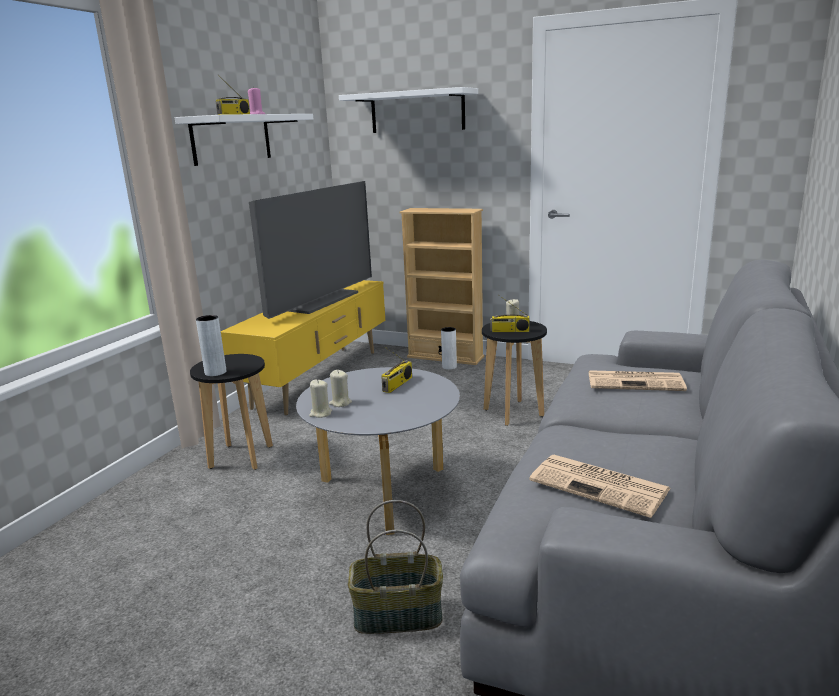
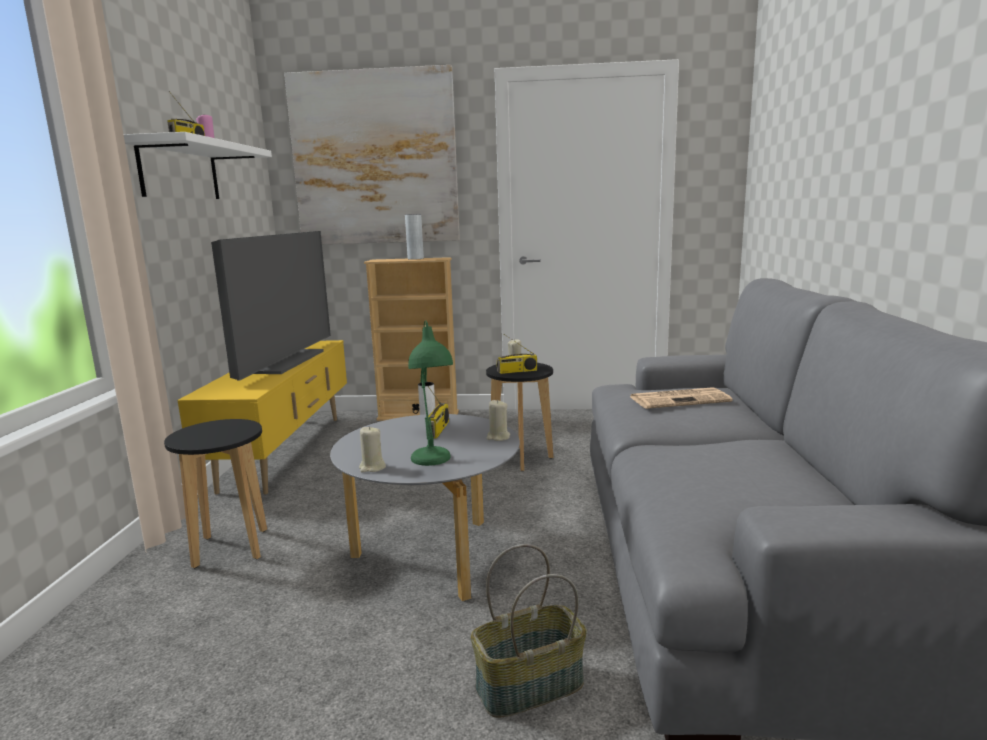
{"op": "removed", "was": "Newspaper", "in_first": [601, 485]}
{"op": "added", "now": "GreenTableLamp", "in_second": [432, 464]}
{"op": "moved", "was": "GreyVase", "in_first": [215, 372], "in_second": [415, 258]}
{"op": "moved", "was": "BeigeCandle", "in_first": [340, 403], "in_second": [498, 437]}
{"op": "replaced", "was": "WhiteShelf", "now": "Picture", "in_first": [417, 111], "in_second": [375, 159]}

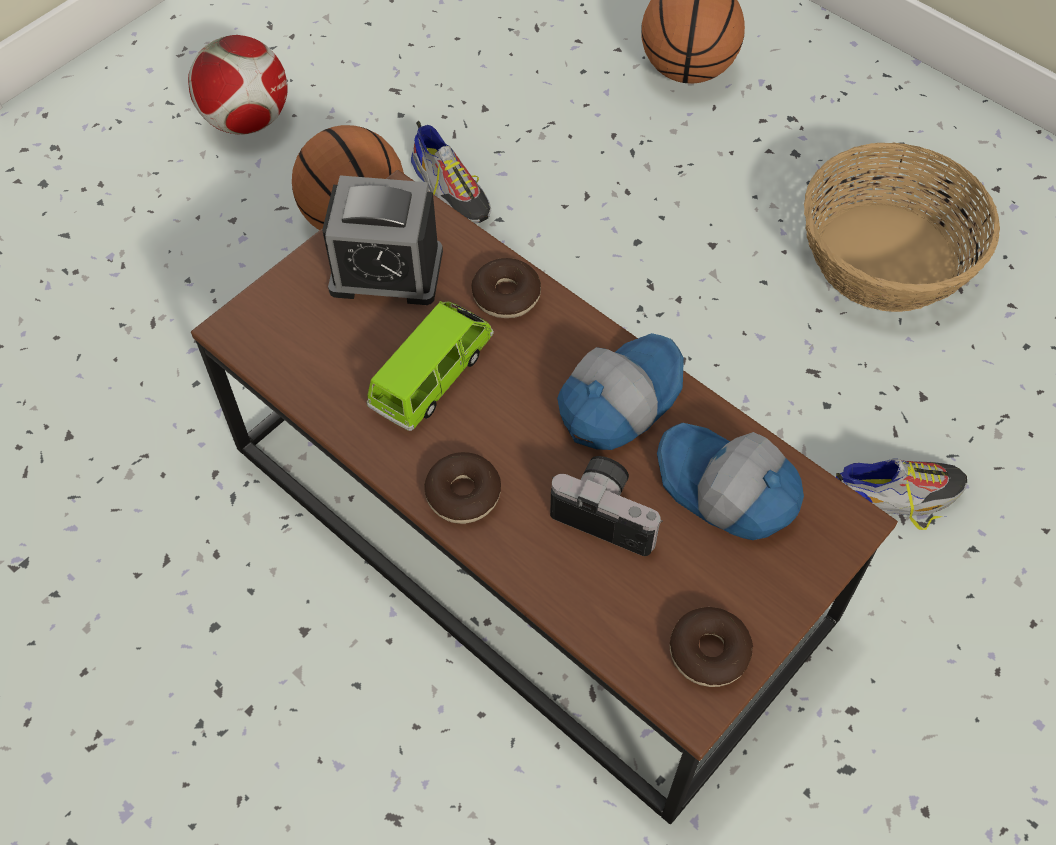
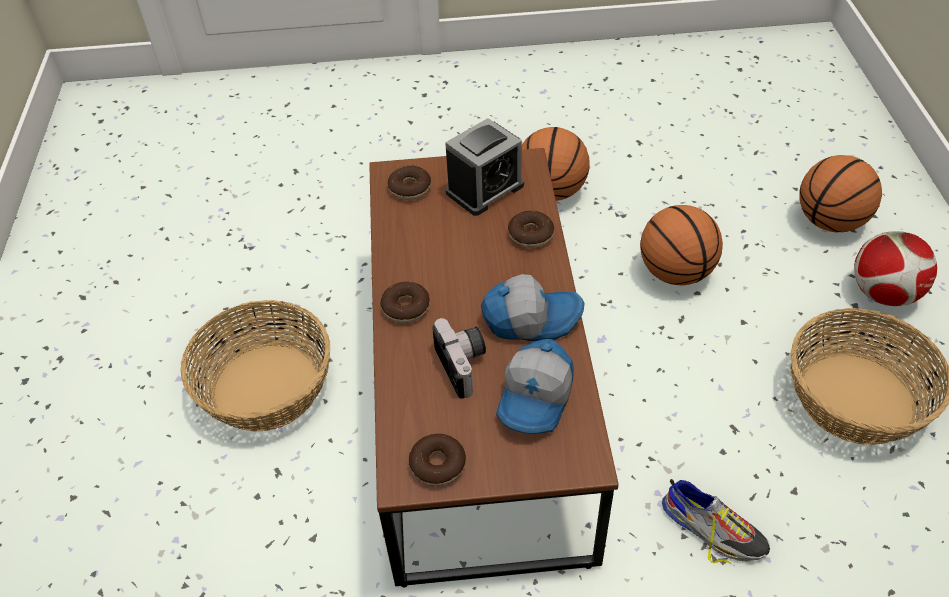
{"op": "removed", "was": "GreenToyCar", "in_first": [432, 377]}
{"op": "removed", "was": "Shoe", "in_first": [450, 189]}
{"op": "added", "now": "Basket", "in_second": [265, 387]}
{"op": "added", "now": "Donut", "in_second": [410, 188]}
{"op": "added", "now": "Basketball", "in_second": [676, 272]}
{"op": "moved", "was": "Football", "in_first": [247, 120], "in_second": [883, 294]}
{"op": "turned", "was": "AlarmClock", "in_first": [386, 271], "in_second": [485, 189], "clockwise": -90}
{"op": "turned", "was": "Cap", "in_first": [725, 491], "in_second": [537, 398], "clockwise": -150}

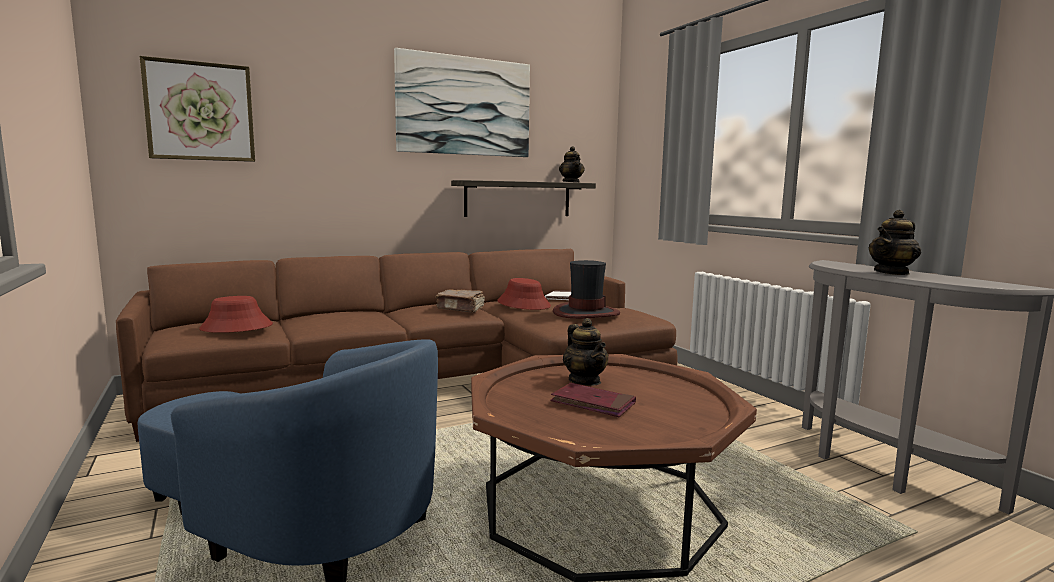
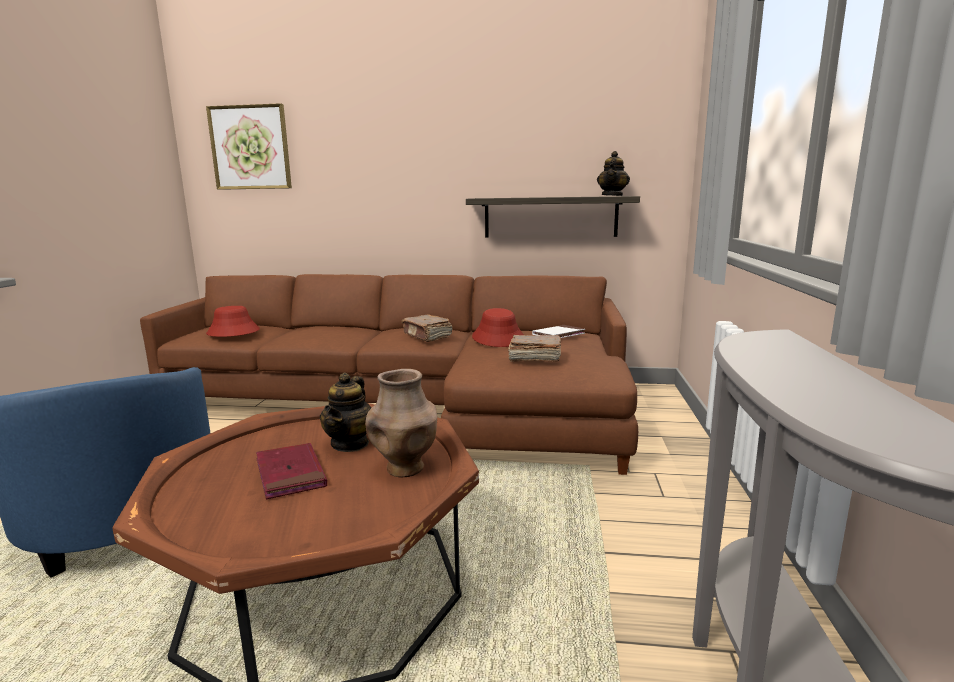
{"op": "removed", "was": "Picture", "in_first": [464, 106]}
{"op": "removed", "was": "Teapot", "in_first": [892, 272]}
{"op": "added", "now": "BrownVase", "in_second": [405, 468]}
{"op": "replaced", "was": "Hat", "now": "BrownBook", "in_first": [585, 313], "in_second": [534, 358]}

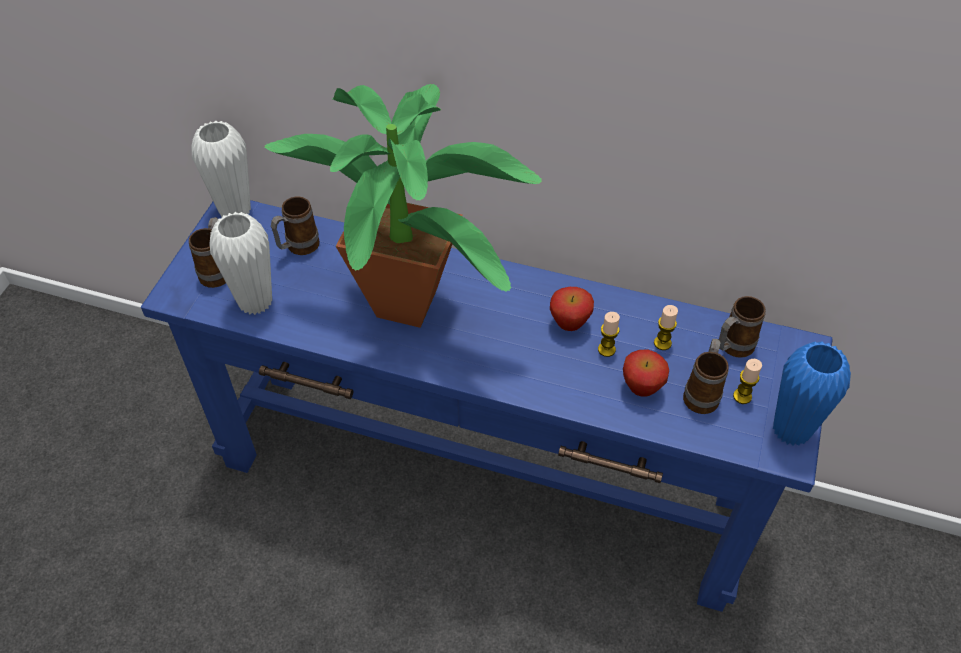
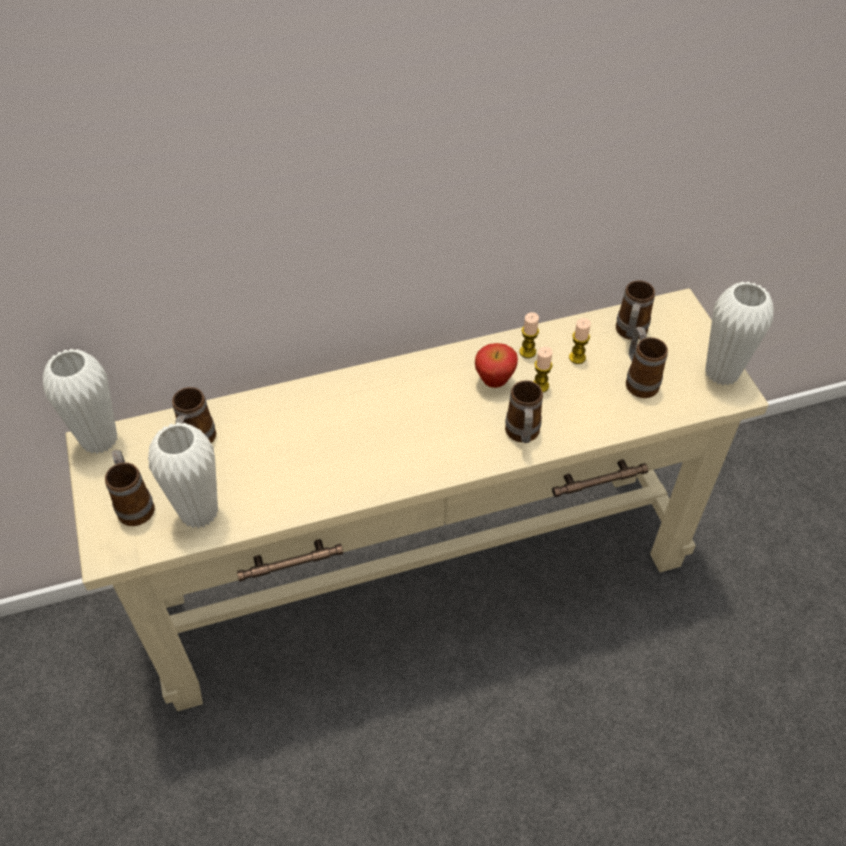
{"op": "removed", "was": "PottedPlant", "in_first": [416, 312]}
{"op": "removed", "was": "Apple", "in_first": [641, 389]}
{"op": "added", "now": "Mug", "in_second": [522, 435]}
{"op": "moved", "was": "Candle", "in_first": [742, 396], "in_second": [527, 352]}
{"op": "recoloured", "was": "BlueConsoleTable", "now": "BeigeConsoleTable", "in_first": [482, 480], "in_second": [421, 578]}
{"op": "recoloured", "was": "BlueVase", "now": "WhiteVase", "in_first": [791, 430], "in_second": [721, 373]}

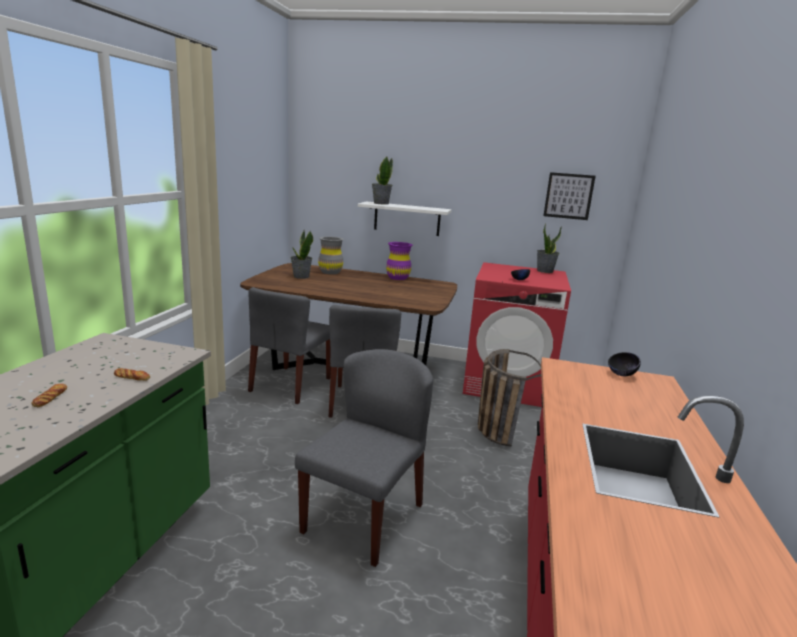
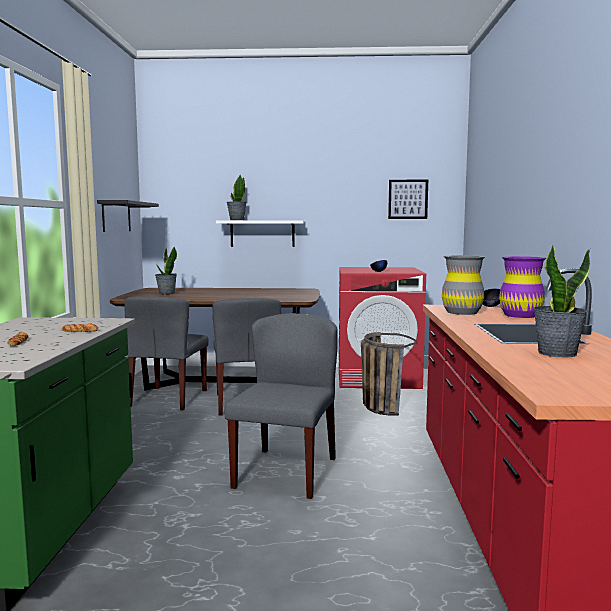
{"op": "added", "now": "BlackShelf", "in_second": [116, 216]}
{"op": "moved", "was": "GreyVase", "in_first": [330, 272], "in_second": [462, 312]}
{"op": "moved", "was": "PurpleVase", "in_first": [398, 277], "in_second": [520, 315]}
{"op": "moved", "was": "PottedPlant", "in_first": [544, 271], "in_second": [556, 353]}

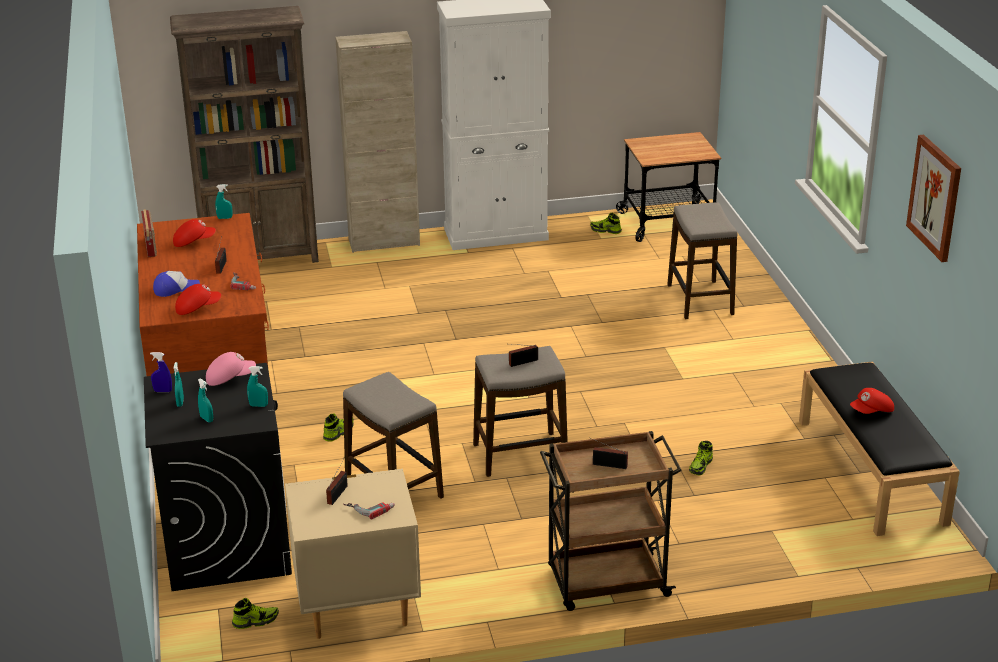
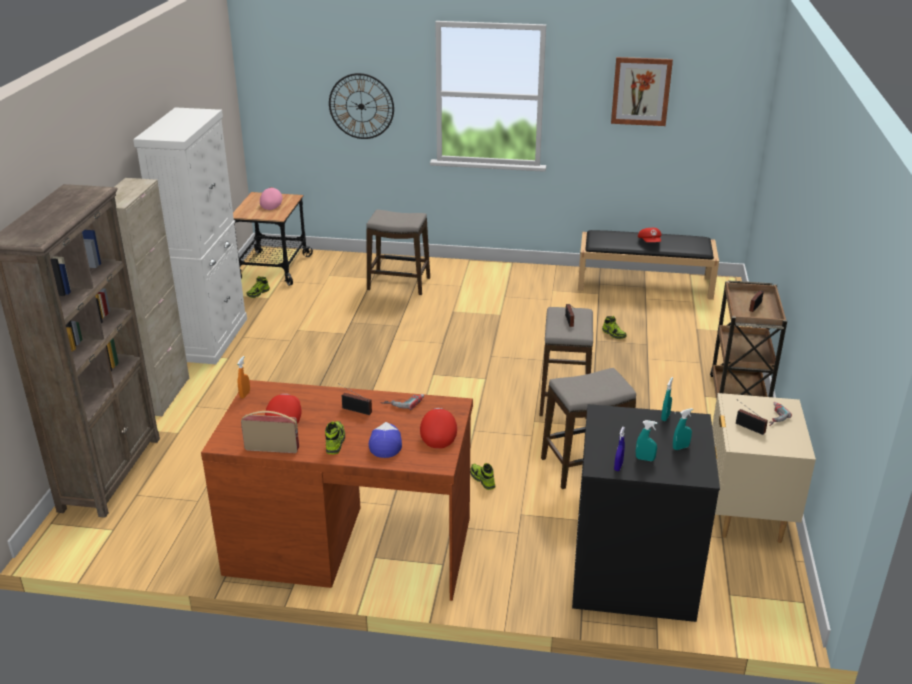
{"op": "added", "now": "WallClock", "in_second": [361, 106]}
{"op": "moved", "was": "PinkCap", "in_first": [230, 378], "in_second": [271, 204]}
{"op": "moved", "was": "Shoe", "in_first": [255, 621], "in_second": [335, 442]}
{"op": "recoloured", "was": "TurquoiseSprayBottle", "now": "OrangeSprayBottle", "in_first": [225, 218], "in_second": [245, 394]}

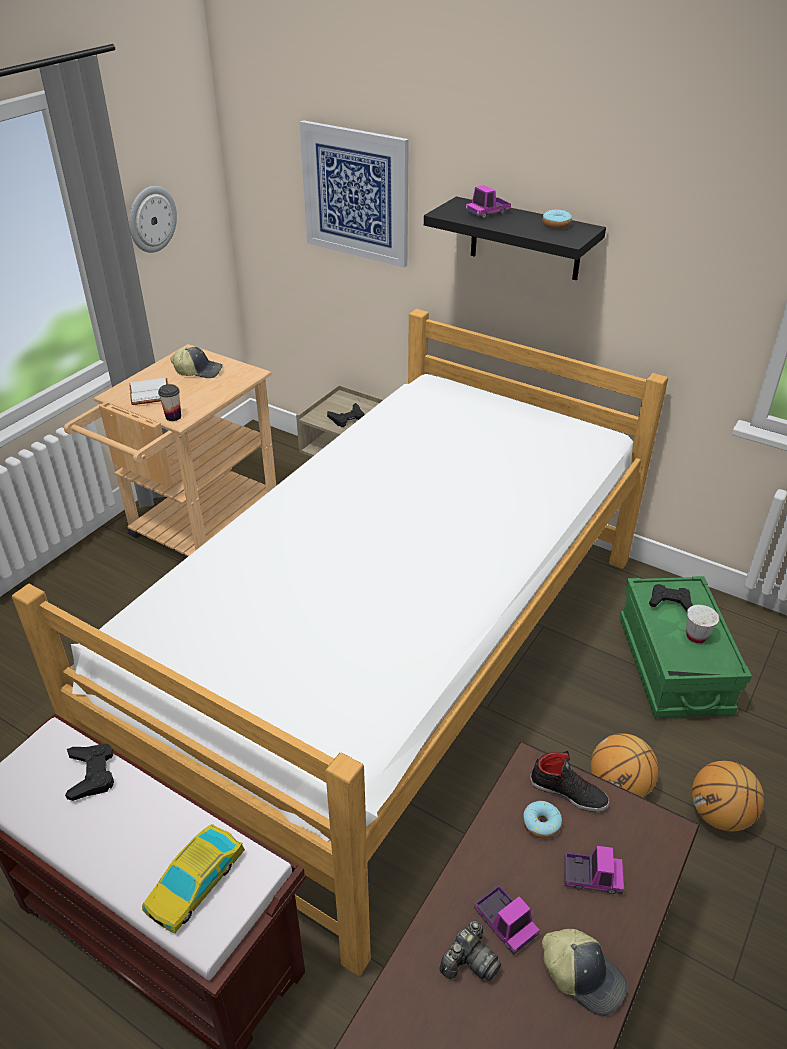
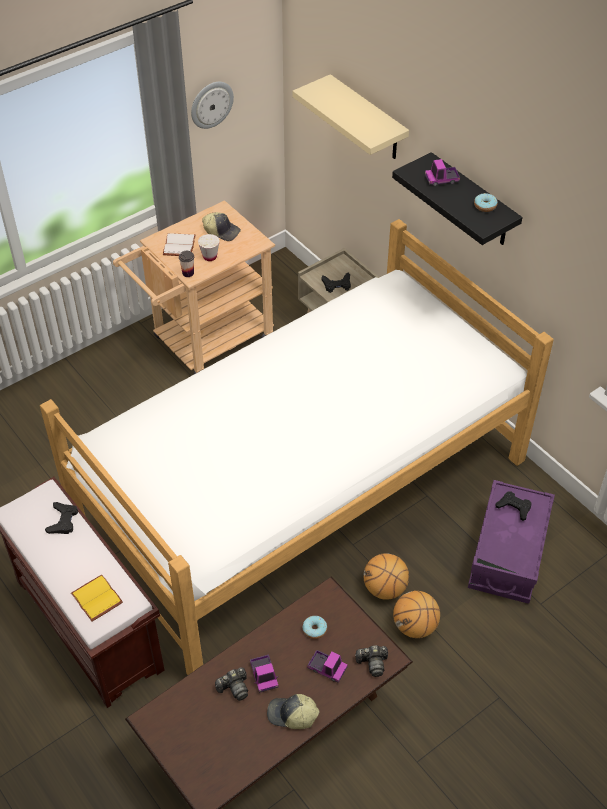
{"op": "removed", "was": "BlackShoe", "in_first": [568, 791]}
{"op": "added", "now": "PhotoCamera", "in_second": [372, 663]}
{"op": "moved", "was": "WhiteCup", "in_first": [696, 636], "in_second": [210, 257]}
{"op": "moved", "was": "Basketball", "in_first": [719, 815], "in_second": [385, 588]}
{"op": "replaced", "was": "ToyCar", "now": "YellowBook", "in_first": [195, 882], "in_second": [98, 598]}
{"op": "replaced", "was": "Picture", "now": "BeigeShelf", "in_first": [356, 194], "in_second": [367, 119]}
{"op": "recoloured", "was": "GreenStorageBox", "now": "PurpleStorageBox", "in_first": [673, 666], "in_second": [507, 554]}
{"op": "turned", "was": "Cap", "in_first": [583, 975], "in_second": [292, 715], "clockwise": 135}

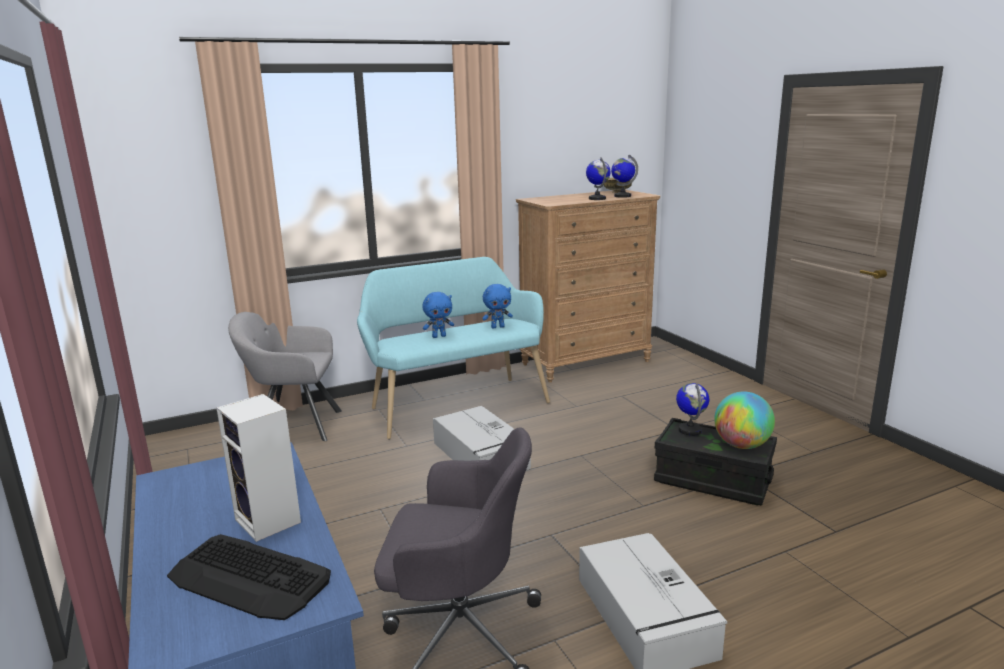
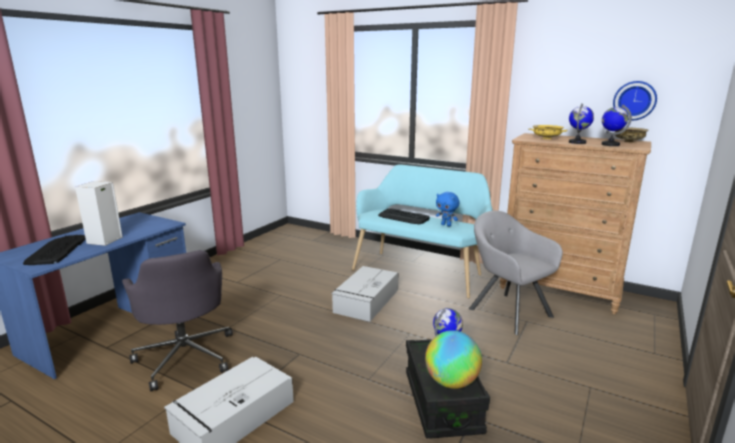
{"op": "added", "now": "YellowBowl", "in_second": [546, 138]}
{"op": "added", "now": "WallClock", "in_second": [634, 100]}
{"op": "moved", "was": "GreyArmchair", "in_first": [293, 426], "in_second": [507, 311]}
{"op": "replaced", "was": "BluePlushToy", "now": "Keyboard", "in_first": [439, 336], "in_second": [403, 217]}

